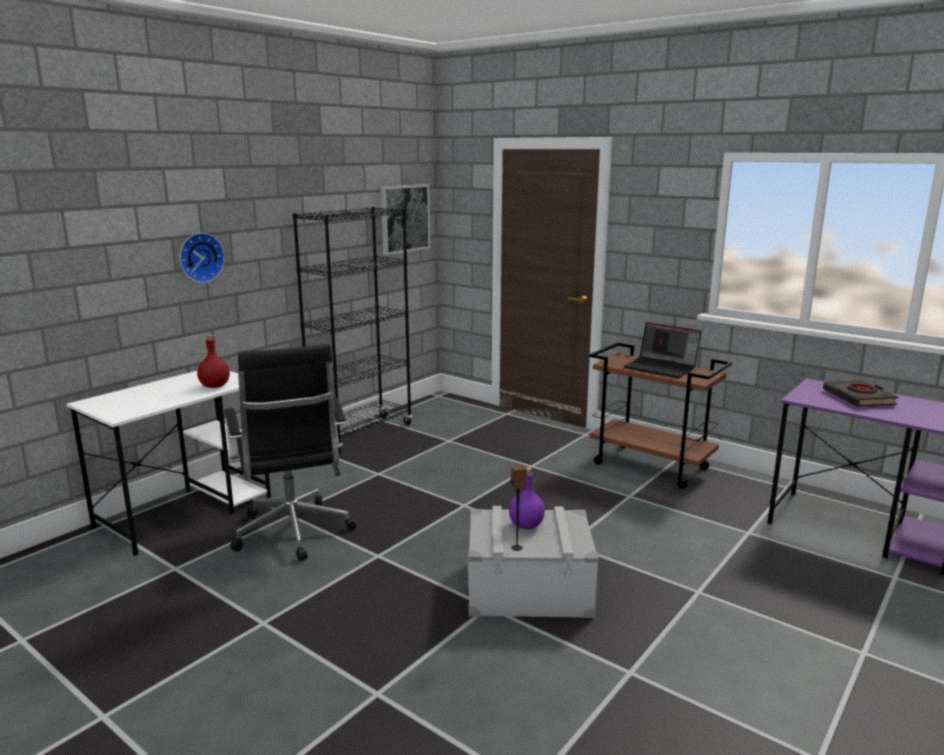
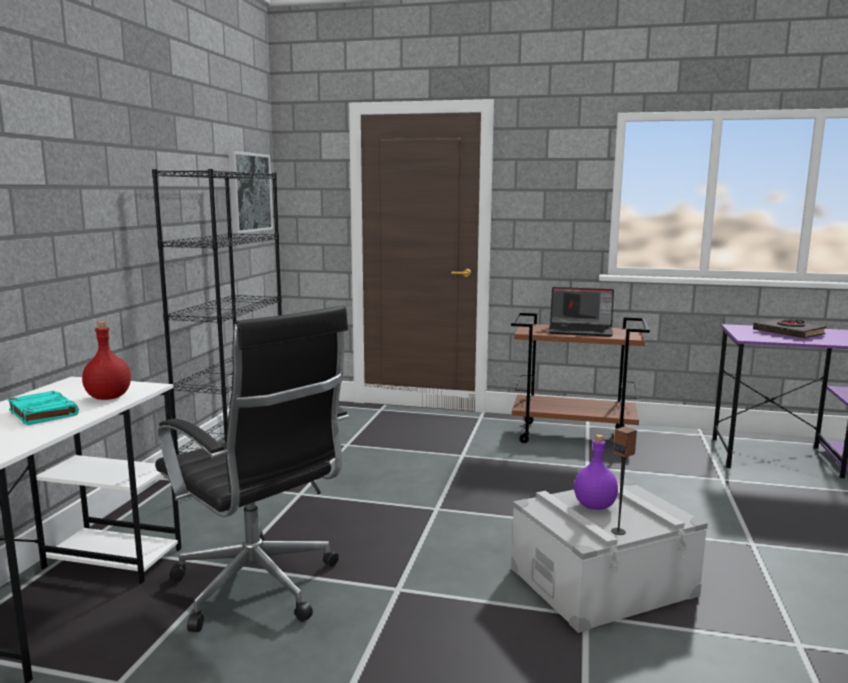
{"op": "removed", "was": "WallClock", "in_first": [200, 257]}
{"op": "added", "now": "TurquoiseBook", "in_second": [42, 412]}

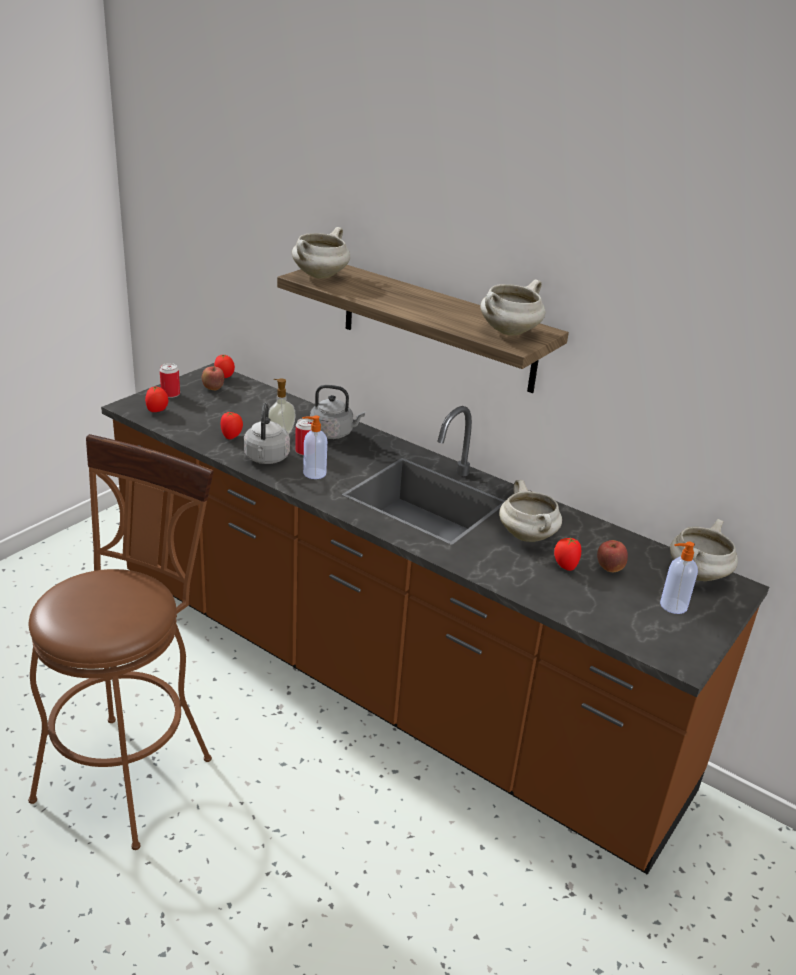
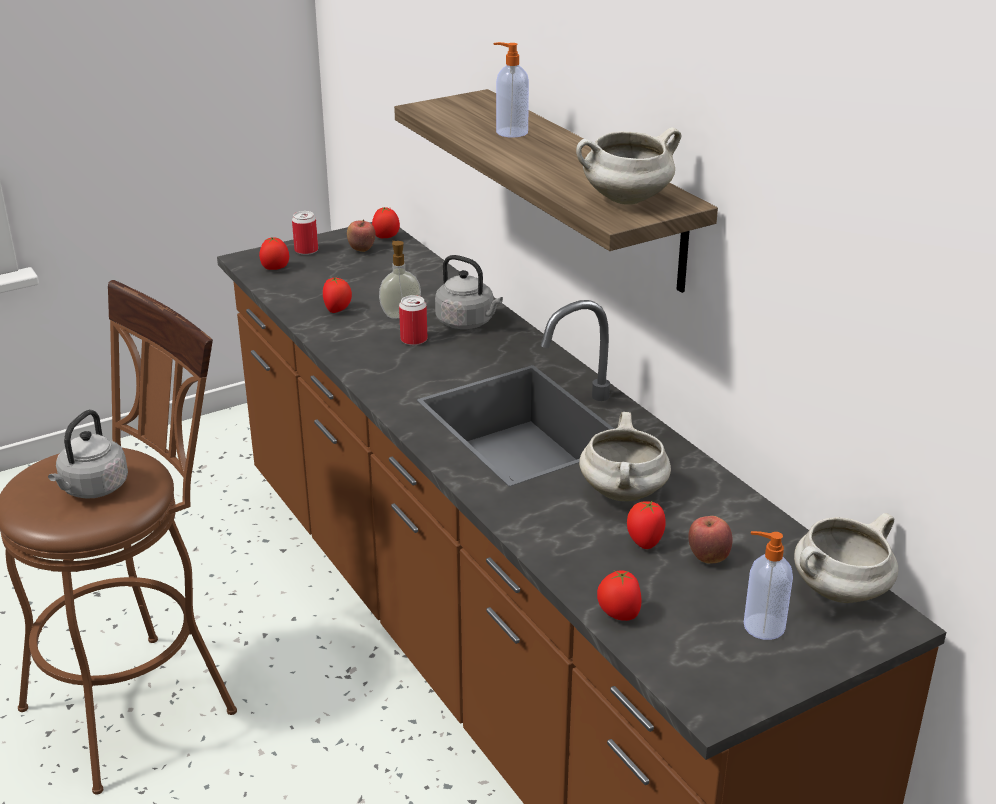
{"op": "removed", "was": "WhiteCookingPot", "in_first": [320, 276]}
{"op": "added", "now": "Tomato", "in_second": [618, 615]}
{"op": "moved", "was": "GreyKettle", "in_first": [266, 459], "in_second": [92, 489]}
{"op": "moved", "was": "SoapDispenser", "in_first": [313, 473], "in_second": [510, 132]}

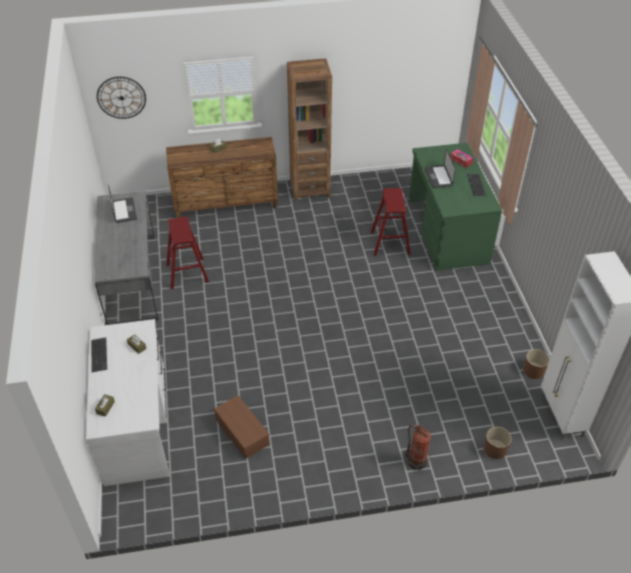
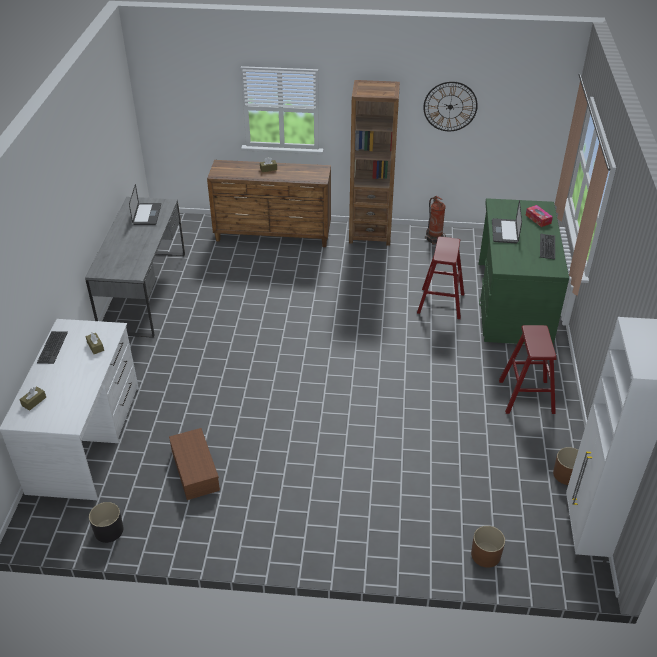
{"op": "added", "now": "BlackPlanter", "in_second": [108, 530]}
{"op": "moved", "was": "WallClock", "in_first": [121, 97], "in_second": [450, 106]}
{"op": "moved", "was": "RedStool", "in_first": [187, 273], "in_second": [526, 397]}
{"op": "moved", "was": "FireExtinguisher", "in_first": [416, 460], "in_second": [434, 238]}

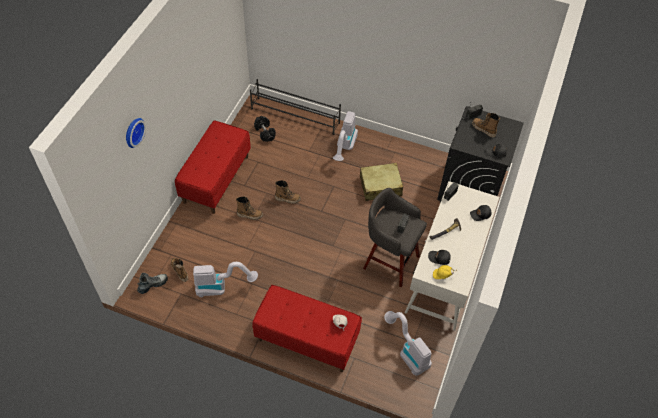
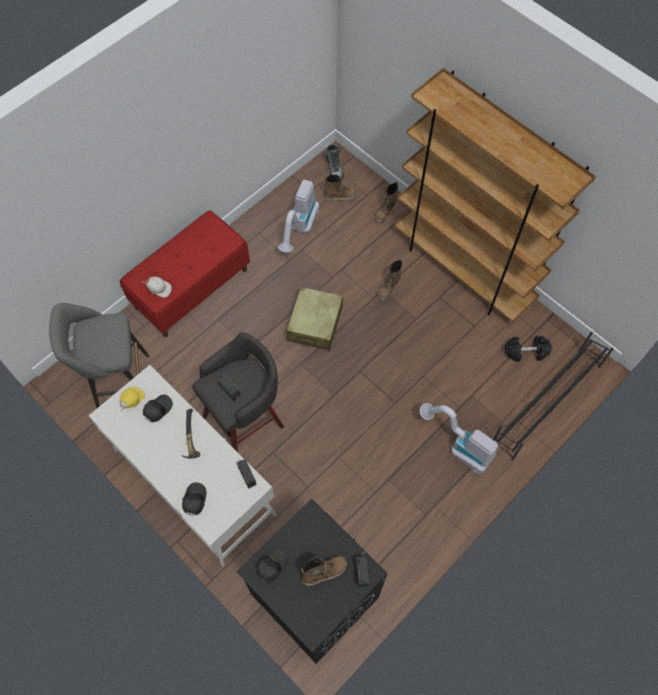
{"op": "removed", "was": "WallClock", "in_first": [133, 132]}
{"op": "moved", "was": "Boot", "in_first": [287, 199], "in_second": [385, 212]}
{"op": "moved", "was": "BeigeSuitcase", "in_first": [380, 186], "in_second": [315, 323]}
{"op": "replaced", "was": "RedBench", "now": "BrownBookcase", "in_first": [216, 179], "in_second": [462, 269]}
{"op": "replaced", "was": "VacuumCleaner", "now": "GreyStool", "in_first": [407, 351], "in_second": [119, 384]}

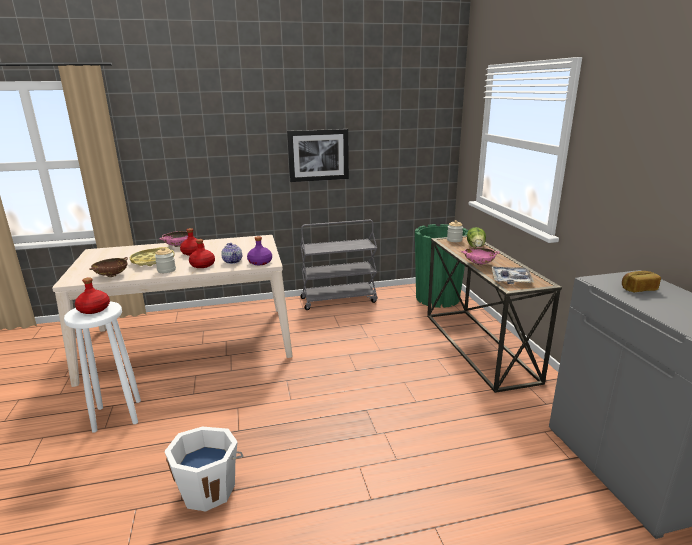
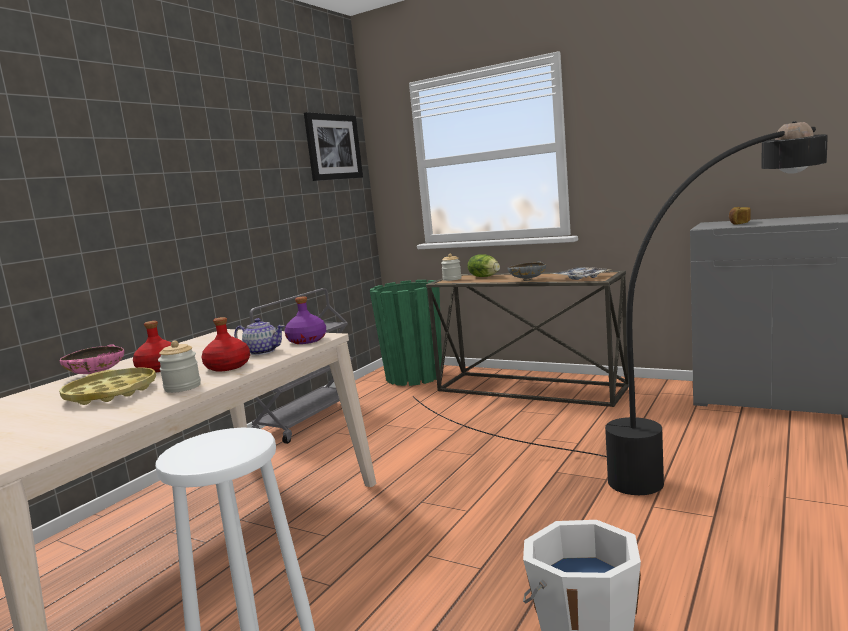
{"op": "removed", "was": "RedBottle", "in_first": [94, 309]}
{"op": "removed", "was": "BrownBowl", "in_first": [111, 275]}
{"op": "added", "now": "BlackFloorLamp", "in_second": [667, 457]}
{"op": "moved", "was": "Picture", "in_first": [318, 155], "in_second": [333, 147]}
{"op": "recoloured", "was": "PinkBowl", "now": "GreyBowl", "in_first": [478, 263], "in_second": [527, 280]}

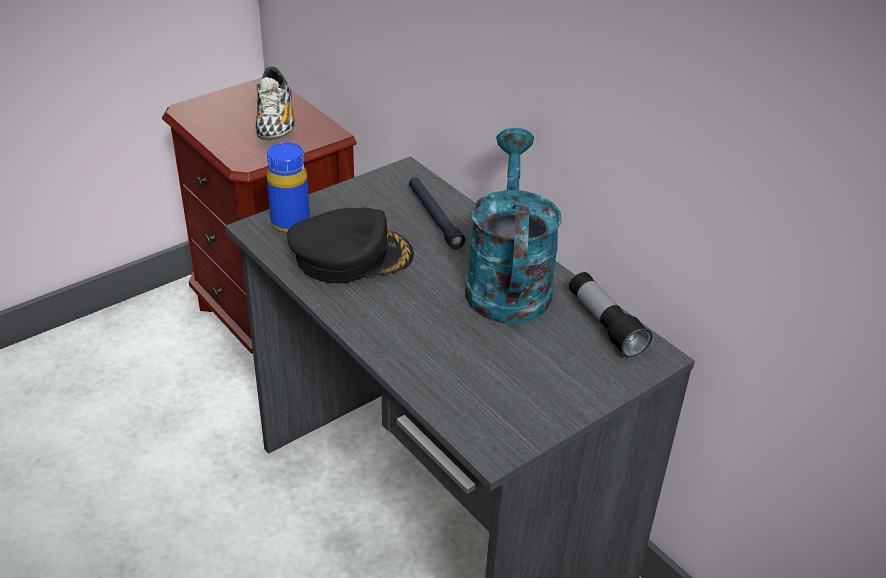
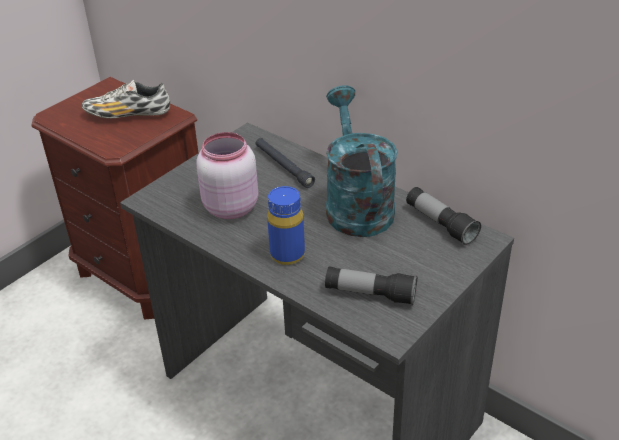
{"op": "added", "now": "Flashlight", "in_second": [370, 294]}
{"op": "moved", "was": "BlueBottle", "in_first": [290, 223], "in_second": [287, 255]}
{"op": "replaced", "was": "BlackCap", "now": "PinkJar", "in_first": [351, 255], "in_second": [229, 207]}
{"op": "turned", "was": "Shoe", "in_first": [275, 124], "in_second": [128, 115], "clockwise": 105}

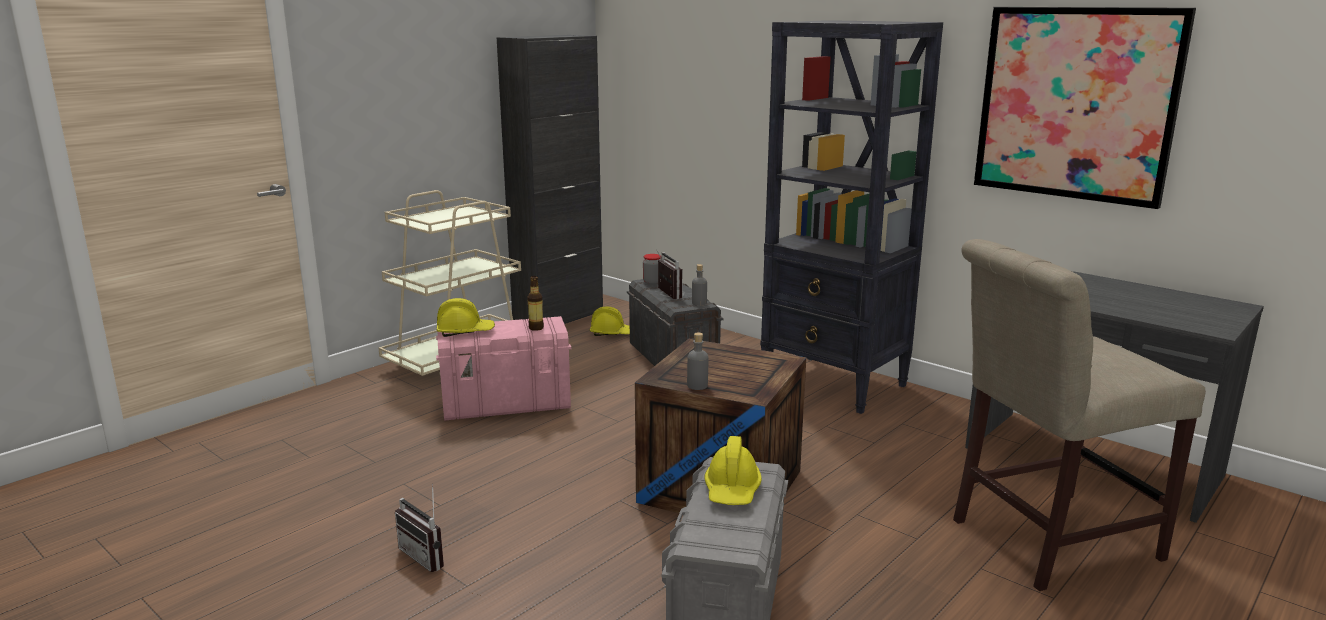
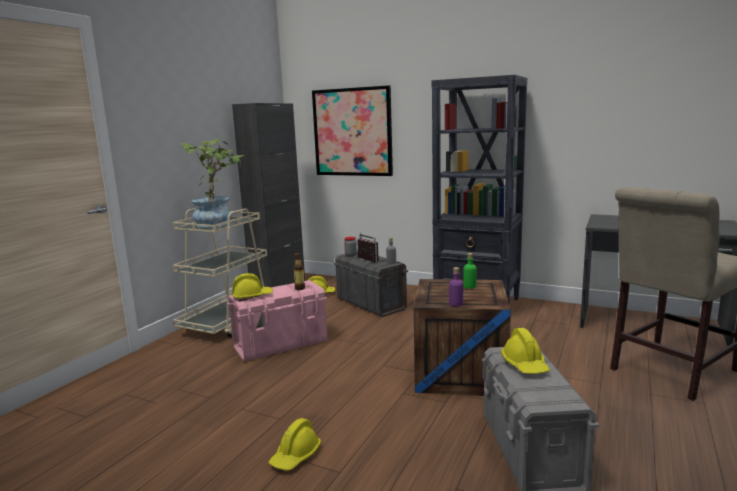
{"op": "added", "now": "PottedPlant", "in_second": [218, 222]}
{"op": "added", "now": "GreenBottle", "in_second": [469, 286]}
{"op": "moved", "was": "Picture", "in_first": [1076, 104], "in_second": [352, 132]}
{"op": "replaced", "was": "Radio", "now": "YellowHardHat", "in_first": [428, 556], "in_second": [296, 456]}
{"op": "recoloured", "was": "GreyBottle", "now": "PurpleBottle", "in_first": [697, 386], "in_second": [456, 304]}

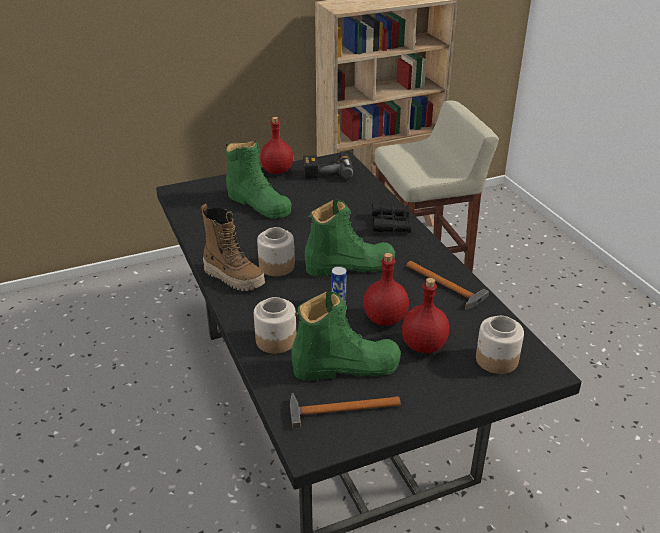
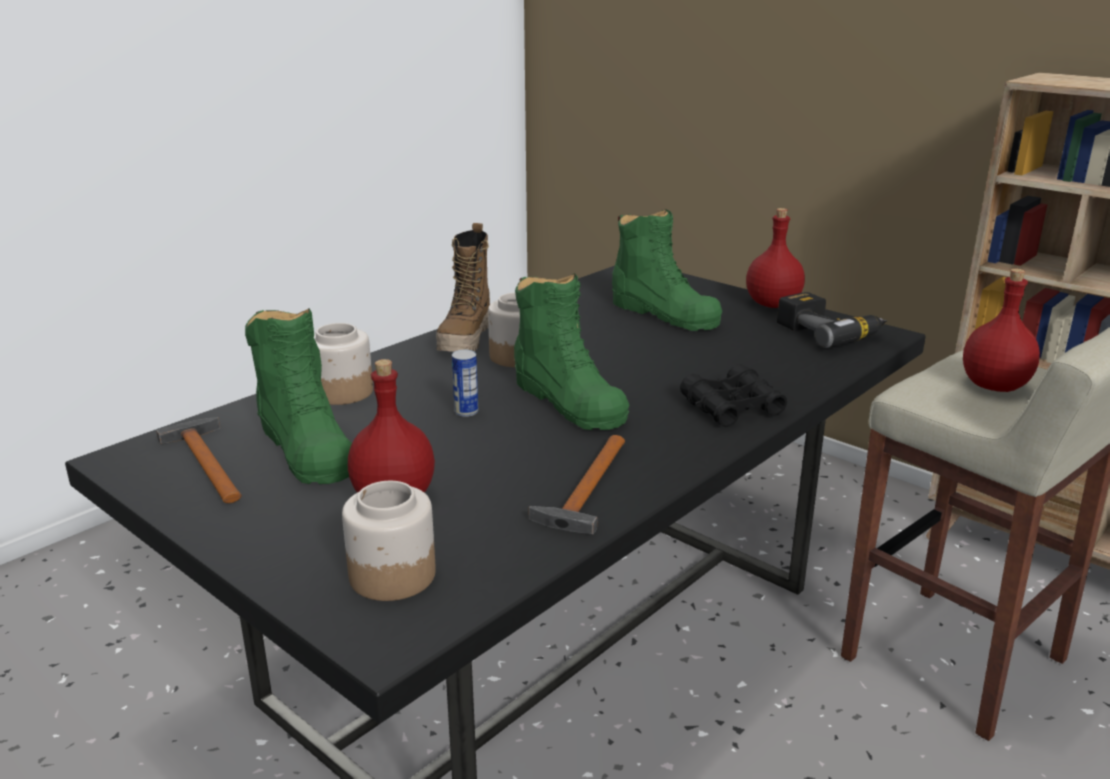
{"op": "moved", "was": "RedBottle", "in_first": [384, 319], "in_second": [993, 385]}
{"op": "turned", "was": "GreenBoot", "in_first": [259, 204], "in_second": [664, 314], "clockwise": -60}

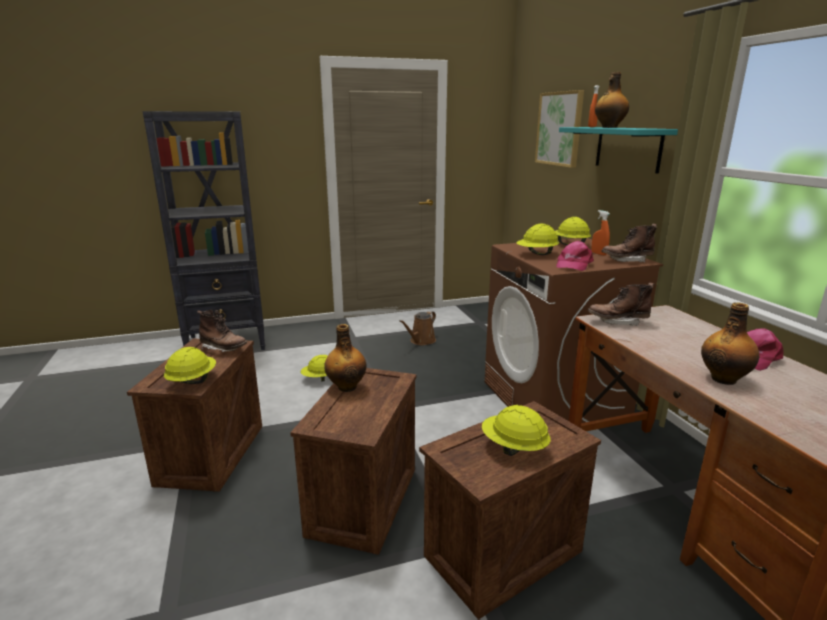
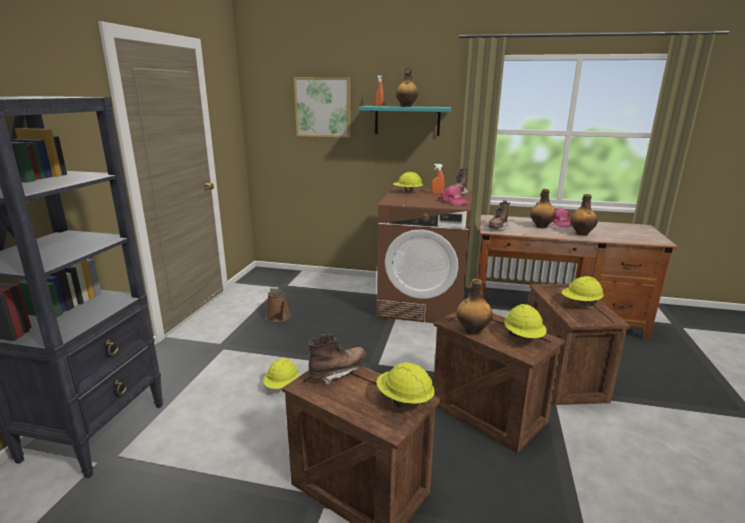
{"op": "added", "now": "Bottle", "in_second": [541, 226]}
{"op": "moved", "was": "YellowHardHat", "in_first": [537, 254], "in_second": [523, 337]}

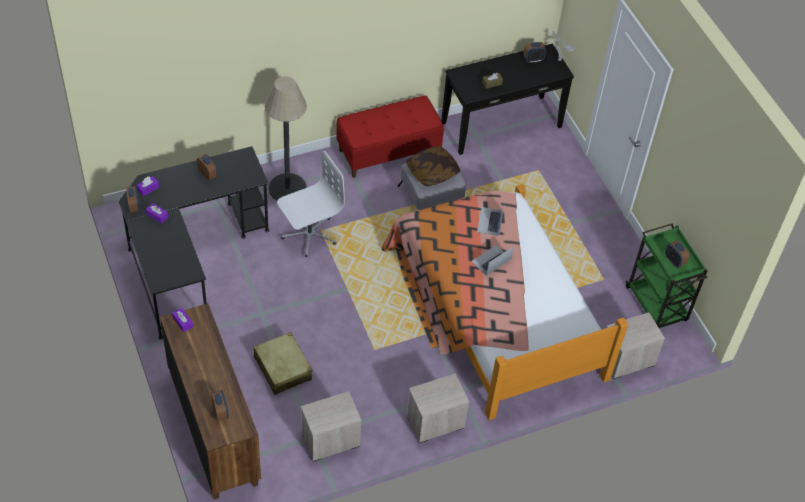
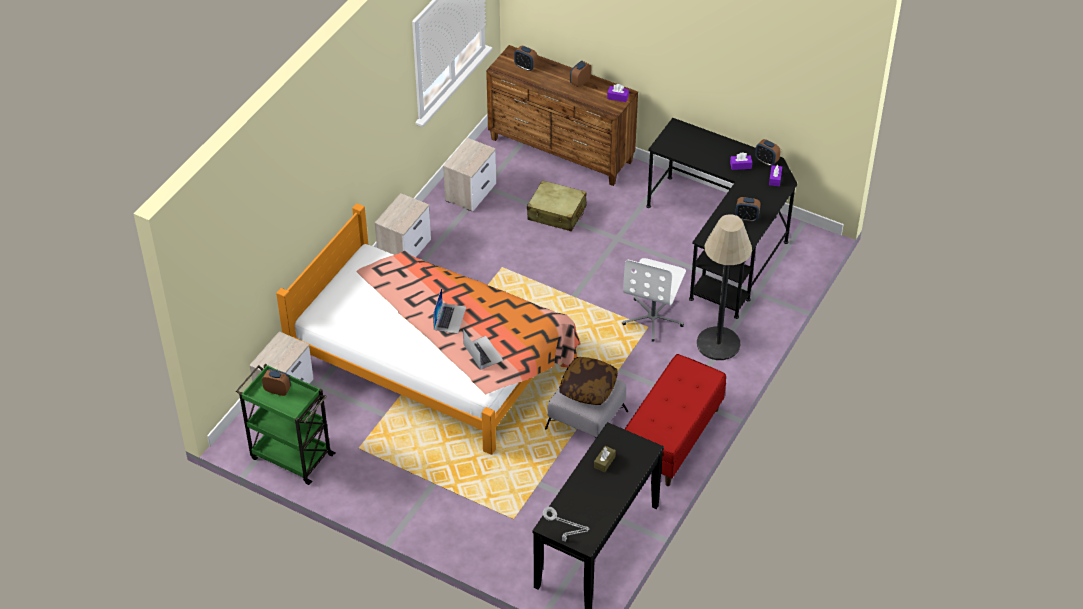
{"op": "moved", "was": "AlarmClock", "in_first": [533, 59], "in_second": [580, 82]}

